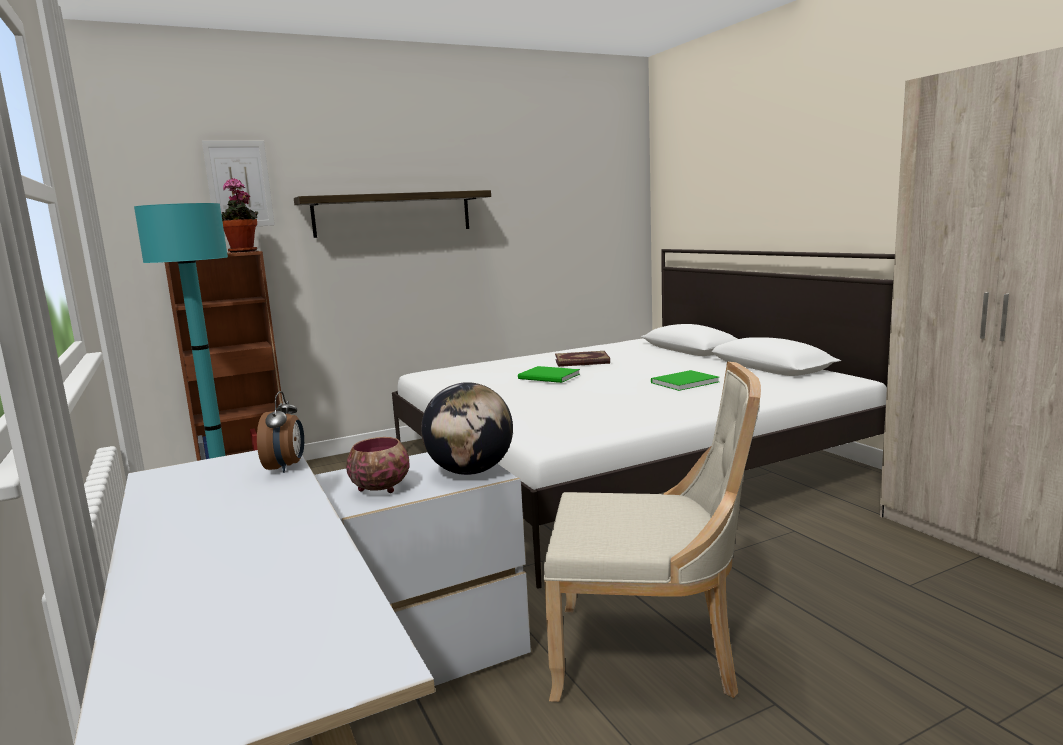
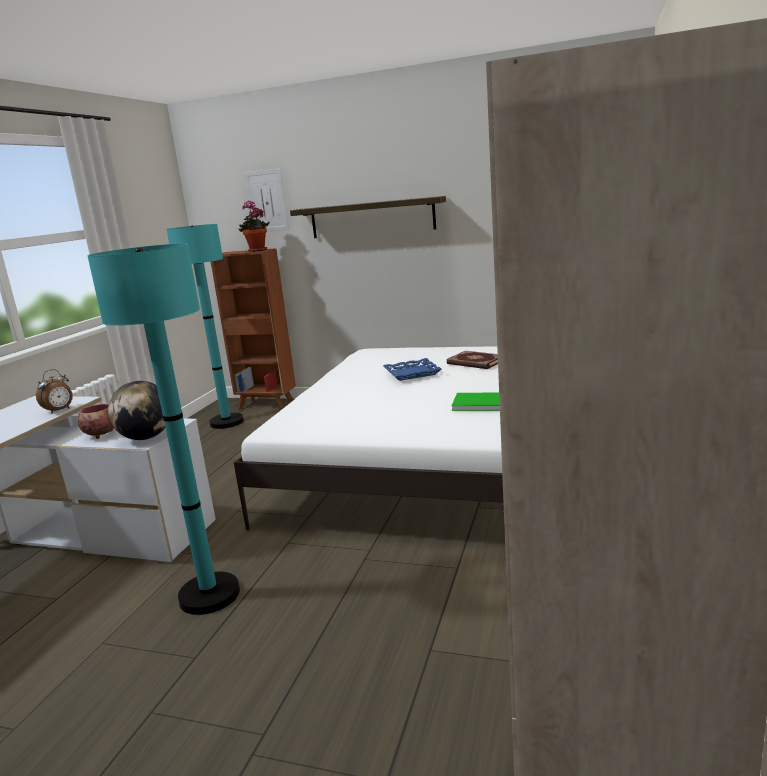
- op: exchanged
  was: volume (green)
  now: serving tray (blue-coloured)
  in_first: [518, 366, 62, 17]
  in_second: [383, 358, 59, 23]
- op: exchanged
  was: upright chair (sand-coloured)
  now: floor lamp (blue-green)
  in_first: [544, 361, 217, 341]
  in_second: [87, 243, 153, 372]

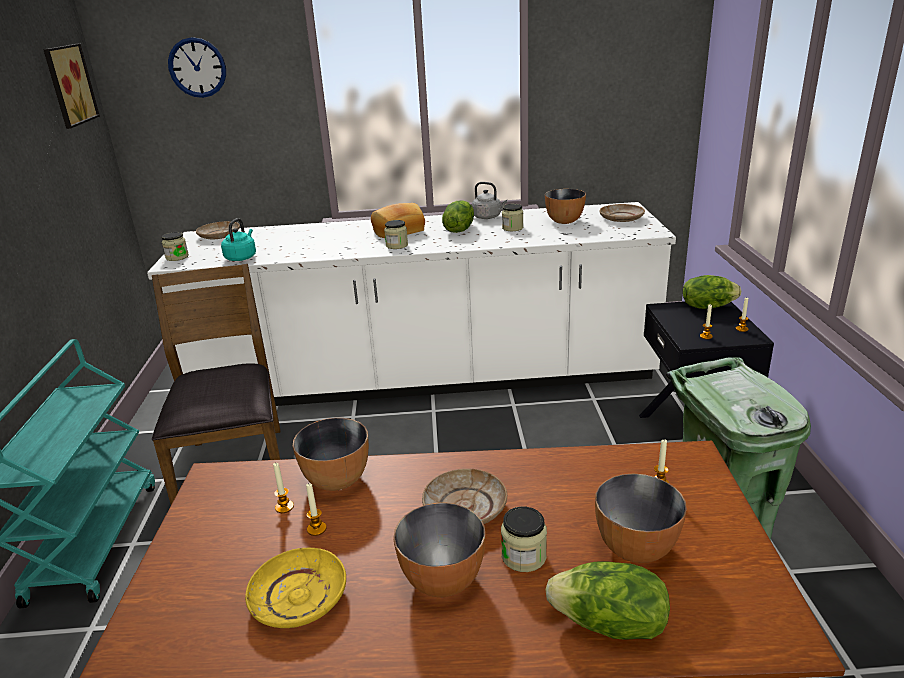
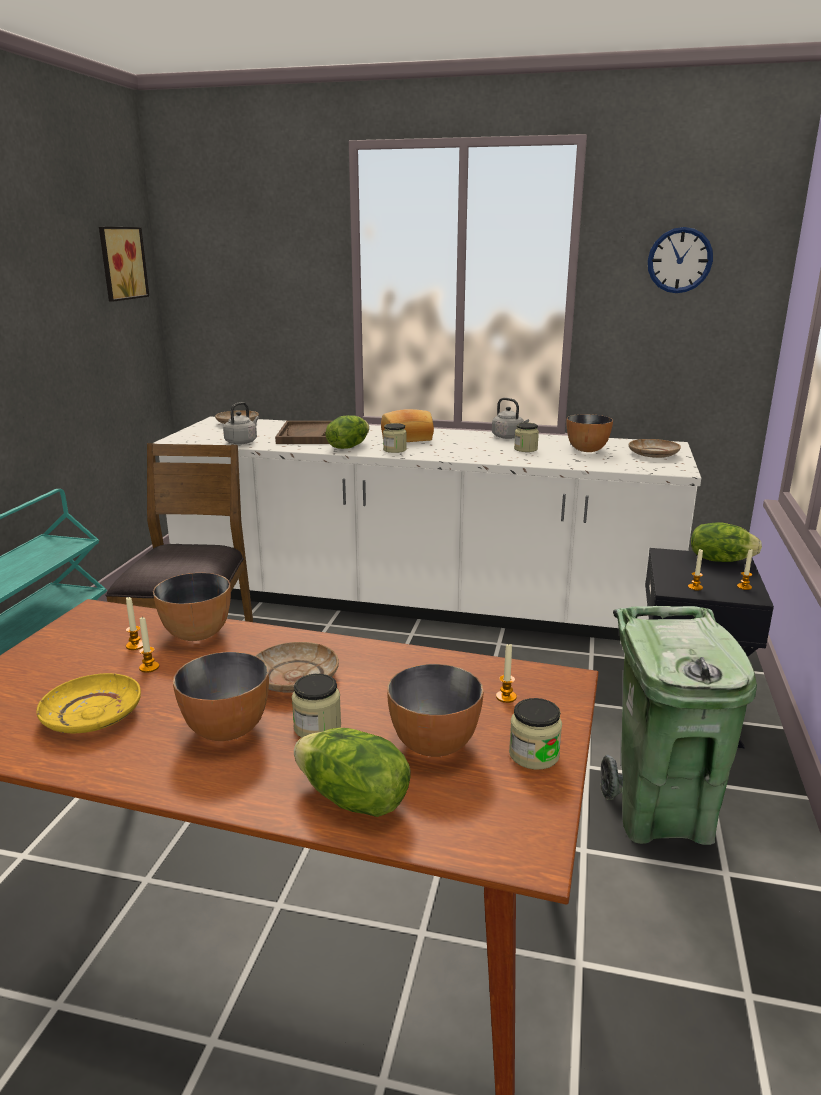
- op: appeared
  now: serving tray (brown-coloured)
  in_second: [275, 421, 57, 23]
- op: relocated
  was: jar
  in_first: [161, 232, 28, 29]
  in_second: [509, 698, 53, 72]
- op: relocated
  was: clock on the wall
  in_first: [168, 37, 58, 61]
  in_second: [648, 227, 65, 66]
- op: relocated
  was: head of lettuce
  in_first: [442, 200, 32, 33]
  in_second: [326, 415, 43, 34]
- op: colour
  was: kettle (blue-green)
  now: kettle (gray)
  in_first: [221, 218, 35, 43]
  in_second: [223, 402, 36, 43]

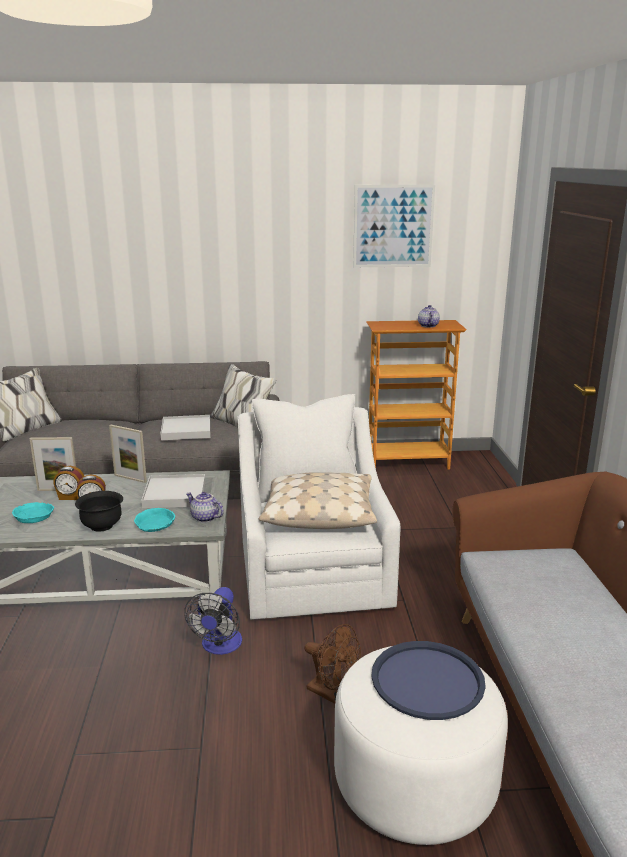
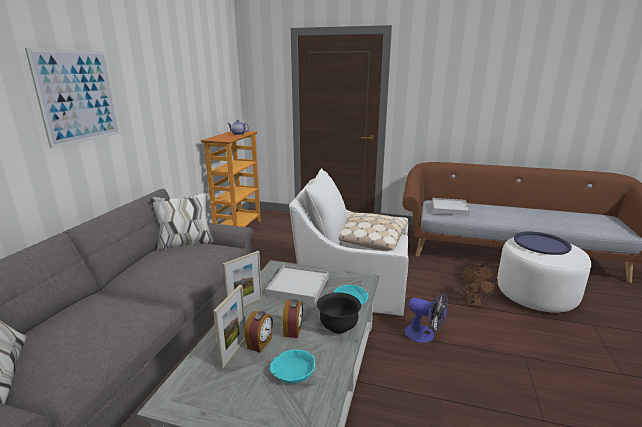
- op: missing
  was: teapot
  in_first: [186, 492, 38, 30]
- op: relocated
  was: serving tray (whitish)
  in_first: [160, 415, 50, 25]
  in_second: [432, 198, 38, 18]
- op: relocated
  was: picture
  in_first: [353, 185, 82, 82]
  in_second: [25, 48, 95, 100]
- op: spun
  was: fan (brown-coloured)
  in_first: [305, 624, 56, 80]
  in_second: [460, 264, 38, 43]
  clockwise: 135

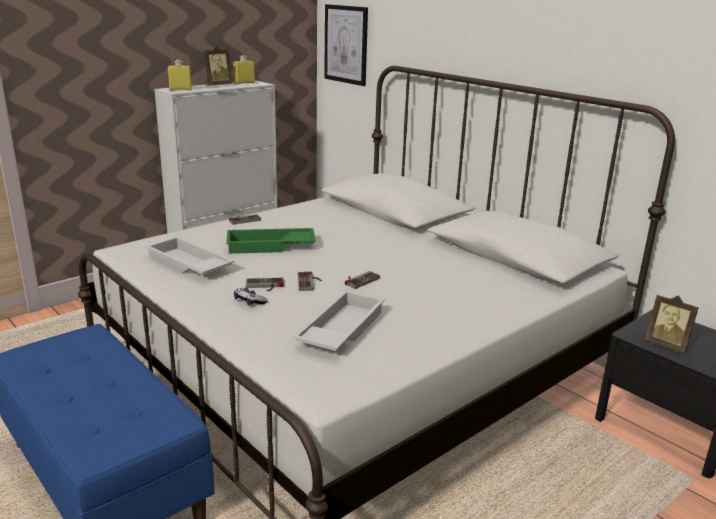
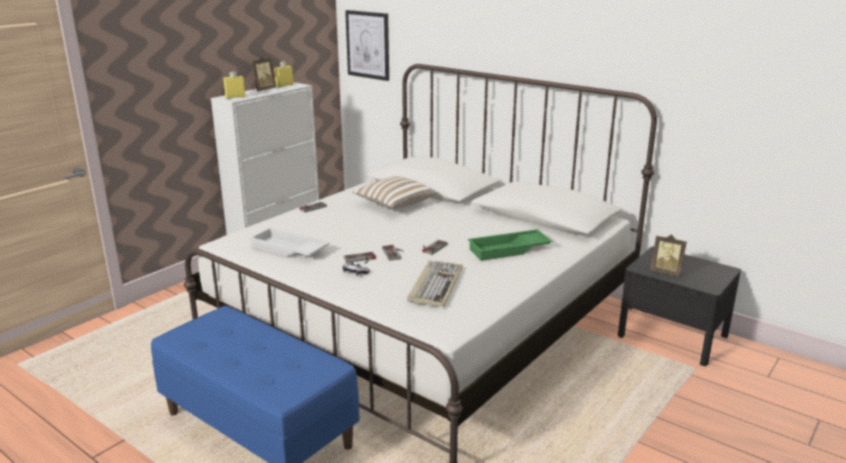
- op: appeared
  now: cushion
  in_second: [353, 176, 84, 33]
- op: relocated
  was: serving tray (green)
  in_first: [226, 228, 90, 26]
  in_second: [468, 229, 84, 32]
- op: exchanged
  was: serving tray (whitish)
  now: computer keyboard
  in_first: [293, 290, 92, 61]
  in_second: [407, 260, 56, 47]

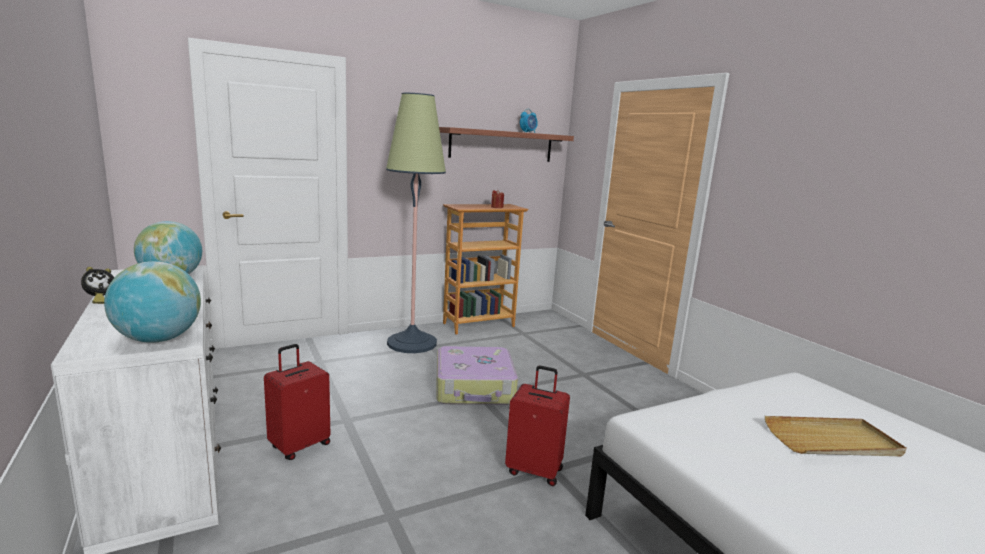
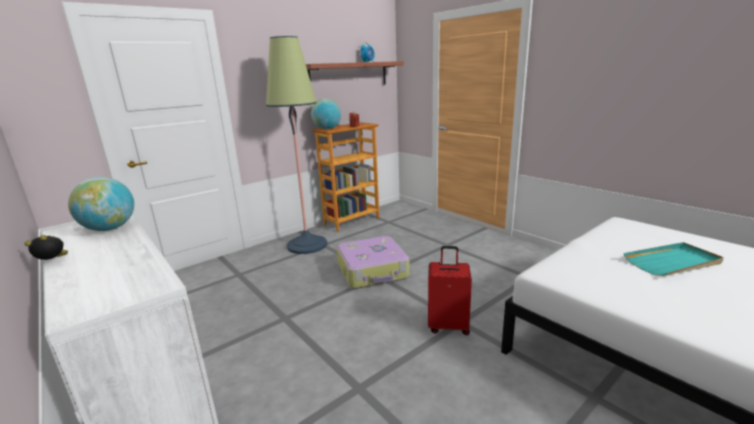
- op: missing
  was: piece of luggage (reddish)
  in_first: [264, 344, 66, 116]
- op: relocated
  was: globe
  in_first: [104, 261, 97, 82]
  in_second: [311, 99, 30, 30]
- op: colour
  was: serving tray (sand-coloured)
  now: serving tray (blue-green)
  in_first: [765, 416, 141, 40]
  in_second: [624, 242, 100, 34]
- op: spun
  was: alarm clock
  in_first: [81, 267, 33, 37]
  in_second: [24, 235, 44, 25]
  clockwise: -135

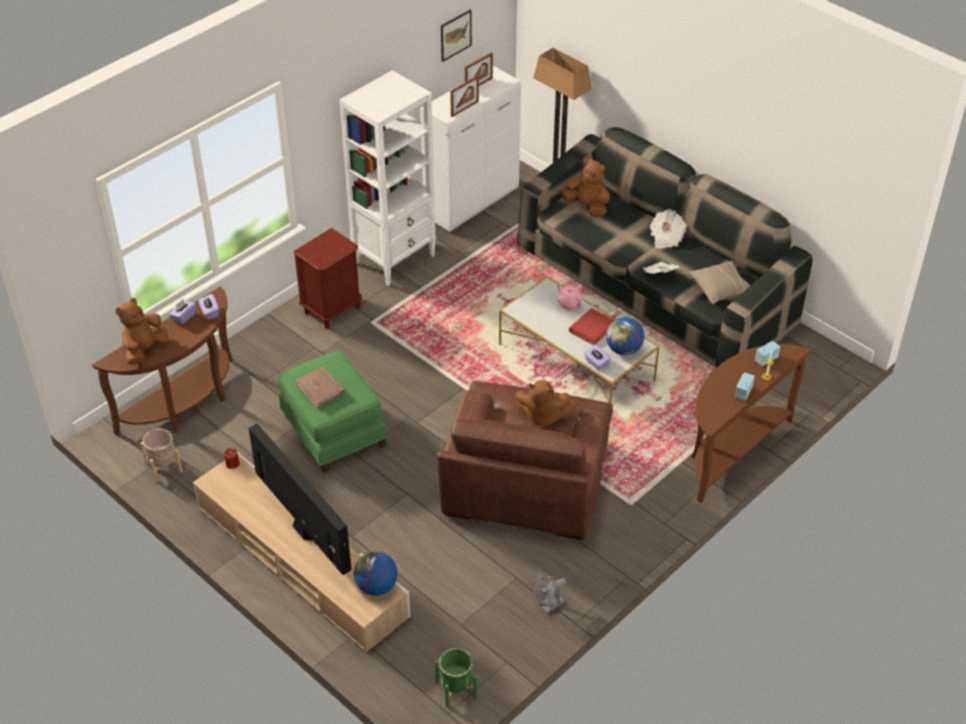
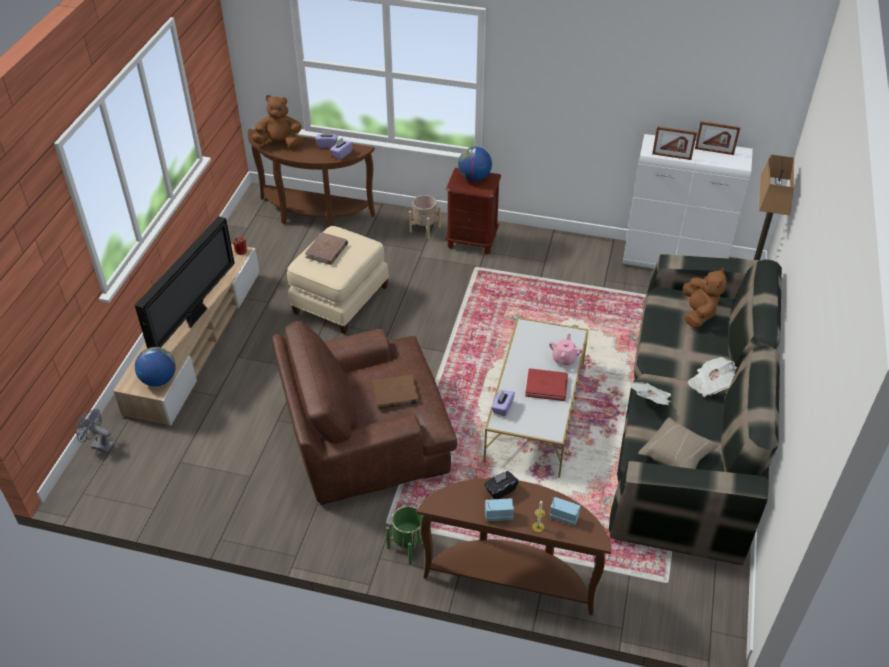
- op: missing
  was: bookcase (whitish)
  in_first: [339, 70, 97, 216]
- op: missing
  was: picture
  in_first: [441, 10, 31, 52]
- op: appeared
  now: tissue box (black)
  in_second: [484, 471, 35, 28]
- op: relocated
  was: flower pot (sand-coloured)
  in_first: [140, 429, 42, 53]
  in_second: [409, 195, 32, 44]
- op: relocated
  was: flower pot (green)
  in_first: [435, 648, 42, 59]
  in_second: [386, 506, 38, 59]
- op: relocated
  was: fan (gray)
  in_first: [532, 572, 34, 42]
  in_second: [76, 409, 38, 44]
- op: relocated
  was: globe
  in_first: [606, 317, 38, 38]
  in_second: [458, 147, 34, 34]
- op: exchanged
  was: cuddly toy (brown-coloured)
  now: volume (brown-coloured)
  in_first: [515, 380, 62, 49]
  in_second: [373, 374, 46, 35]
- op: colour
  was: ottoman (green)
  now: ottoman (sand-coloured)
  in_first: [278, 350, 109, 123]
  in_second: [287, 226, 102, 108]

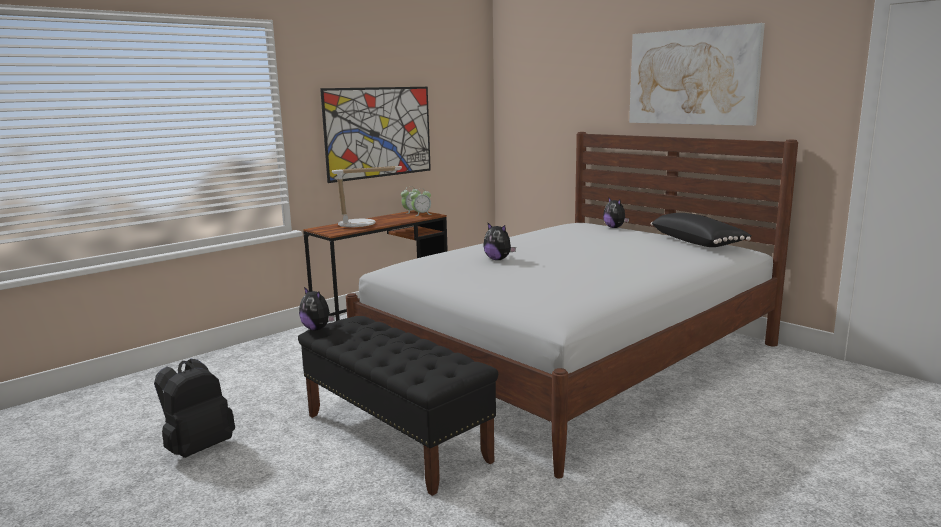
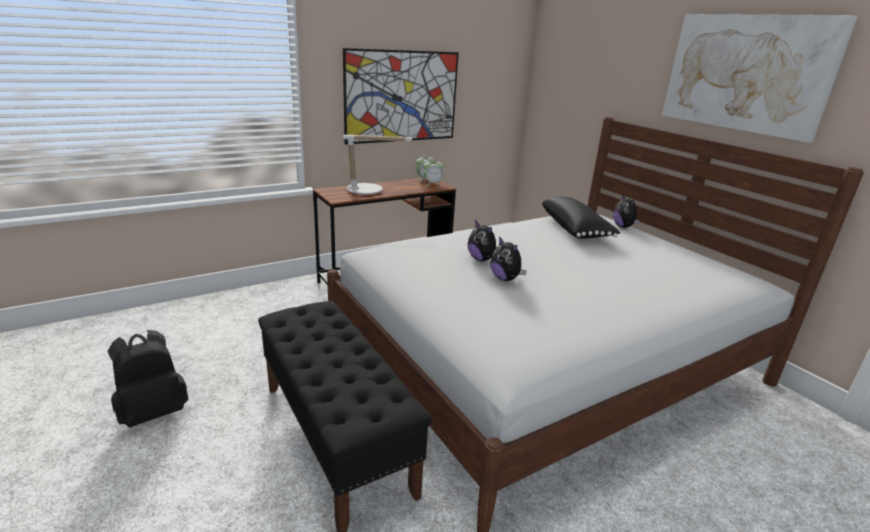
- op: relocated
  was: cuddly toy
  in_first: [299, 287, 36, 43]
  in_second: [490, 236, 37, 45]
- op: relocated
  was: cushion (black)
  in_first: [651, 213, 100, 34]
  in_second: [541, 196, 79, 43]

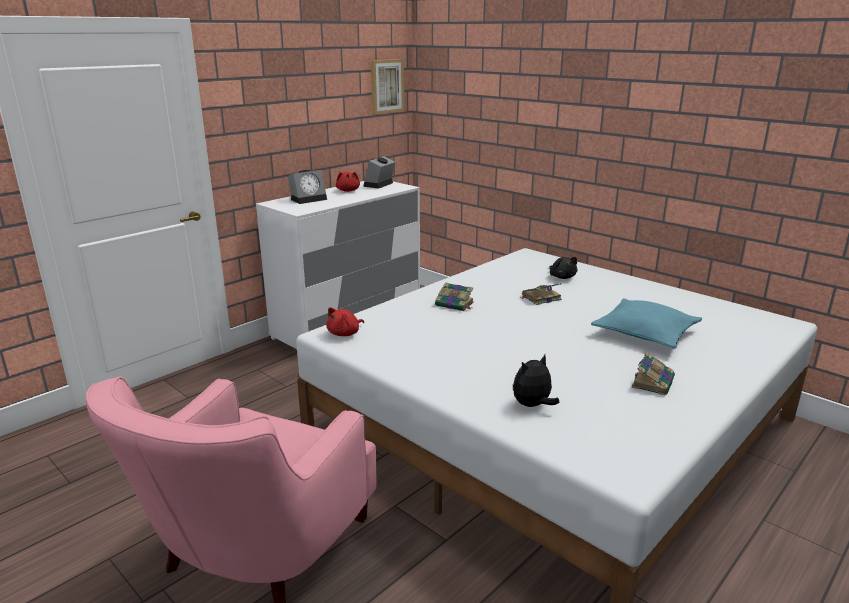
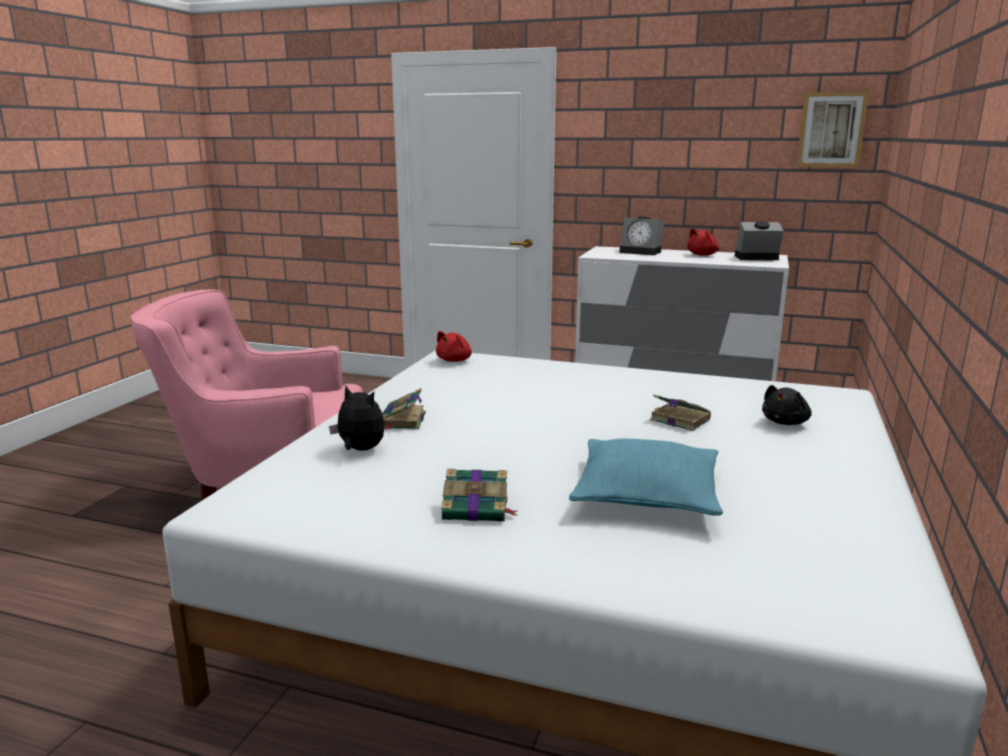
- op: relocated
  was: volume
  in_first: [435, 282, 39, 29]
  in_second: [382, 388, 44, 42]
- op: spun
  was: cuddly toy (reddish)
  in_first: [326, 307, 38, 29]
  in_second: [436, 331, 36, 31]
  clockwise: -75

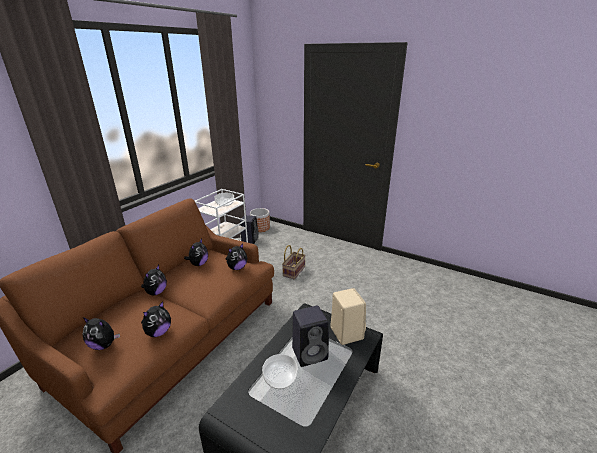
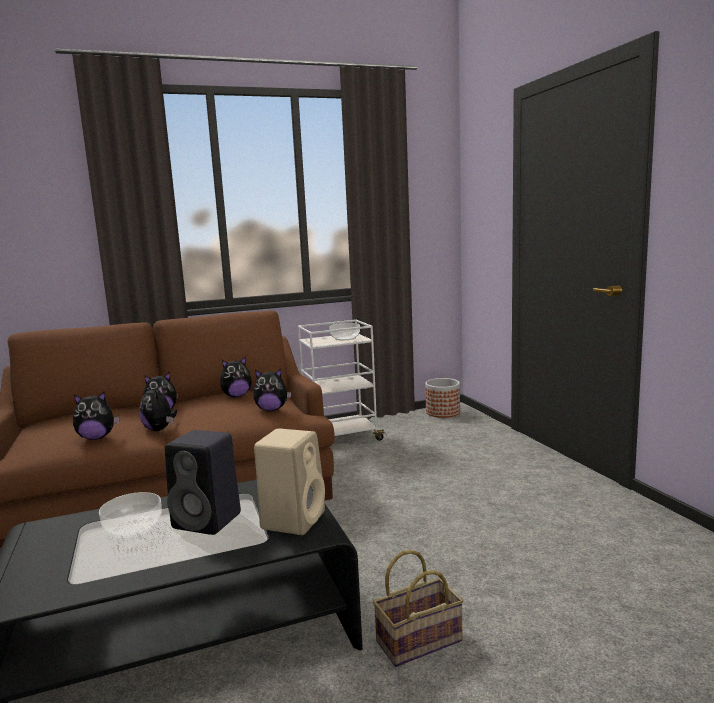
- op: missing
  was: loudspeaker (black)
  in_first: [240, 215, 18, 29]
- op: relocated
  was: cuddly toy
  in_first: [83, 317, 37, 33]
  in_second: [139, 385, 38, 46]
- op: relocated
  was: household basket
  in_first: [282, 245, 24, 35]
  in_second: [373, 550, 90, 117]

